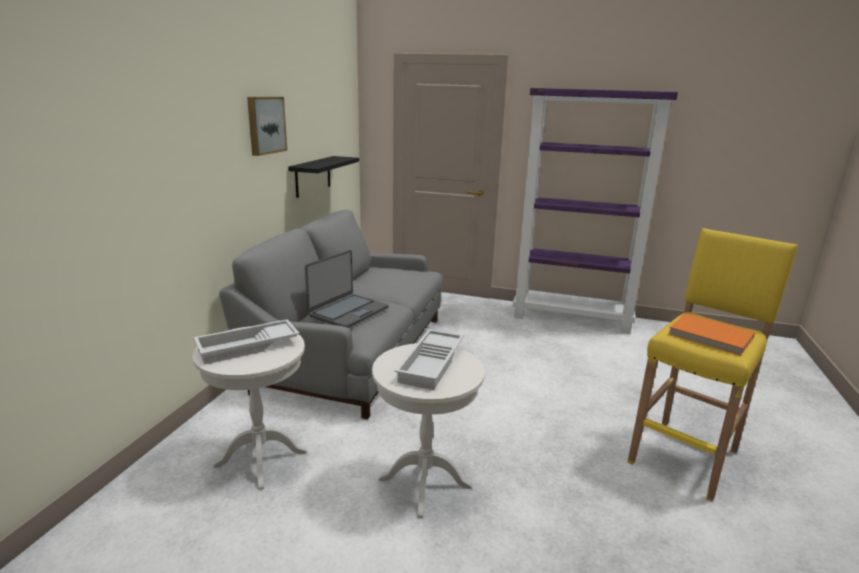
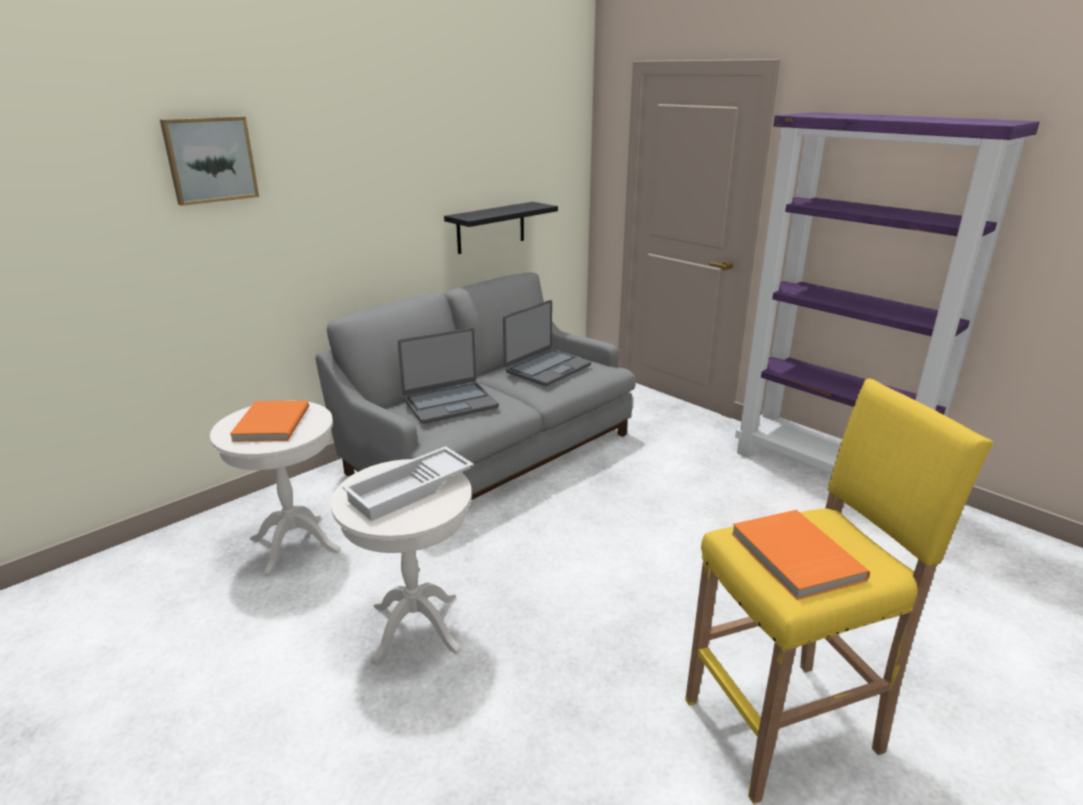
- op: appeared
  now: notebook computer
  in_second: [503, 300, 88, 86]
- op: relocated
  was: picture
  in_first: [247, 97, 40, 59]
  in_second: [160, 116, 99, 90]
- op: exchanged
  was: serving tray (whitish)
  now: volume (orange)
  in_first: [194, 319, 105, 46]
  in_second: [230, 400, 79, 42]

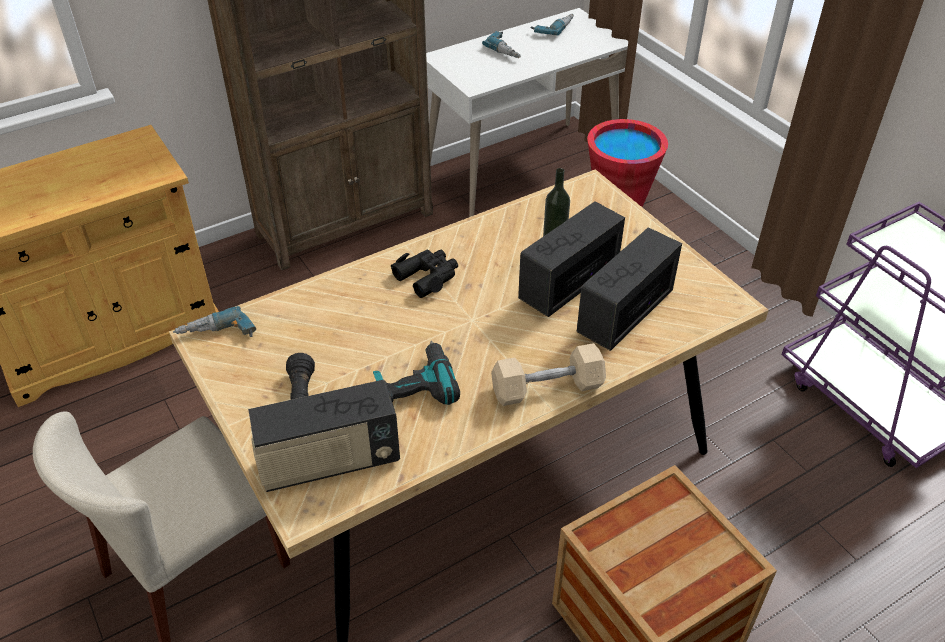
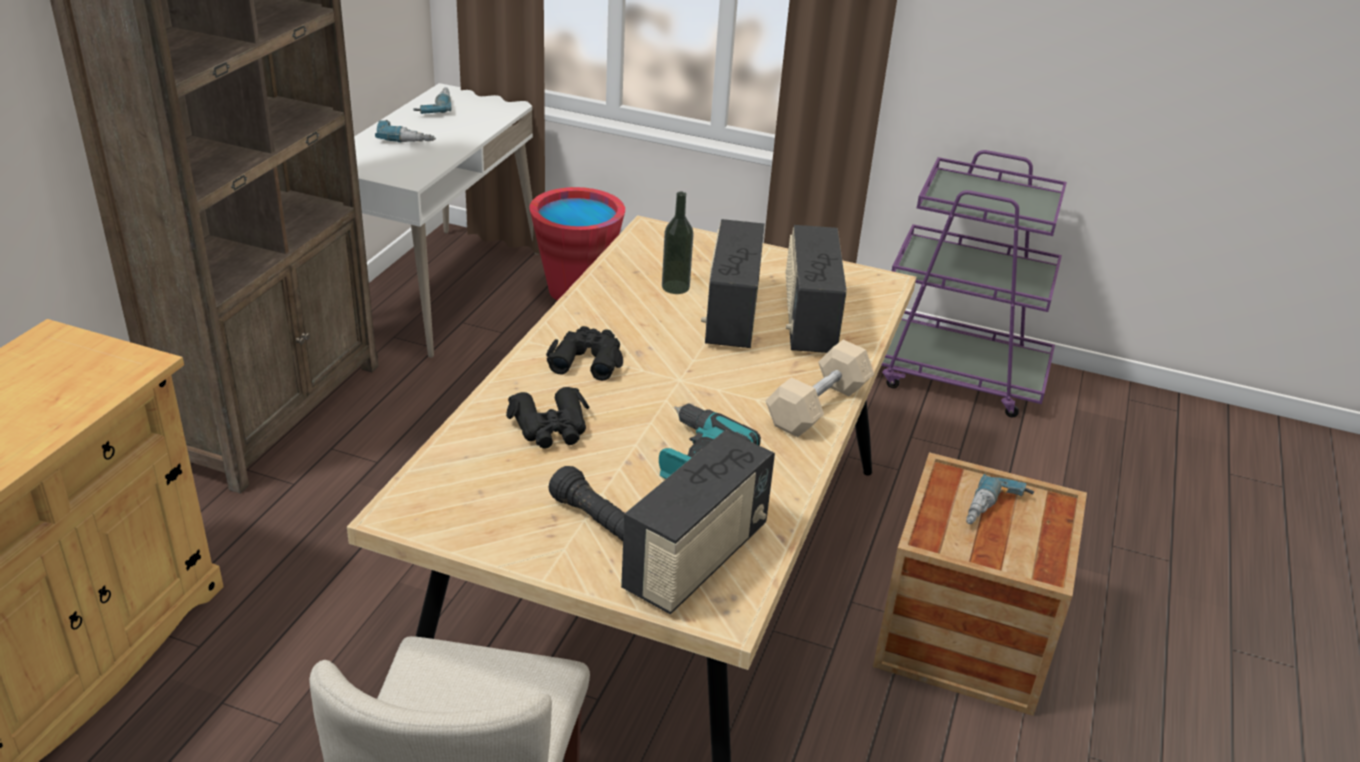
- op: appeared
  now: field glasses (black)
  in_second: [506, 387, 83, 61]
- op: relocated
  was: electric drill
  in_first: [173, 306, 83, 31]
  in_second: [966, 474, 68, 50]

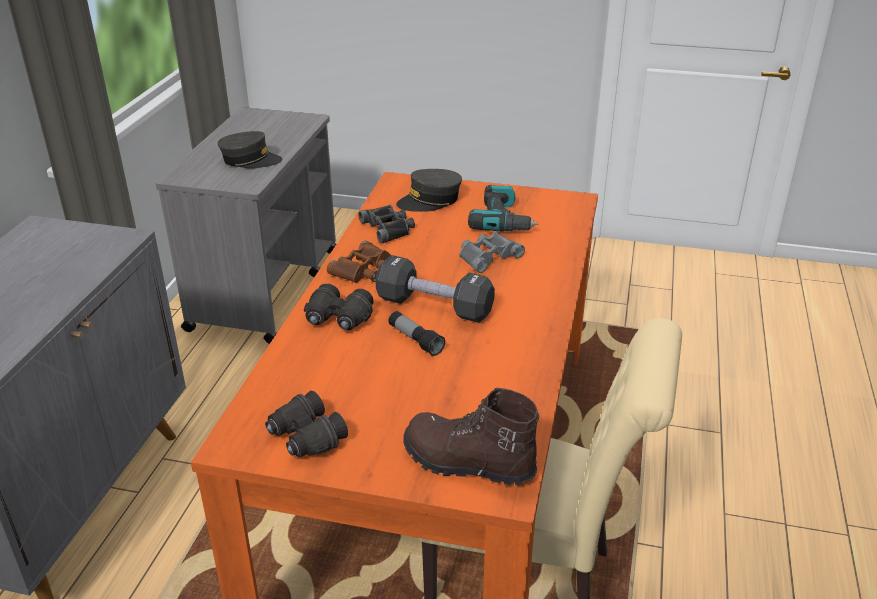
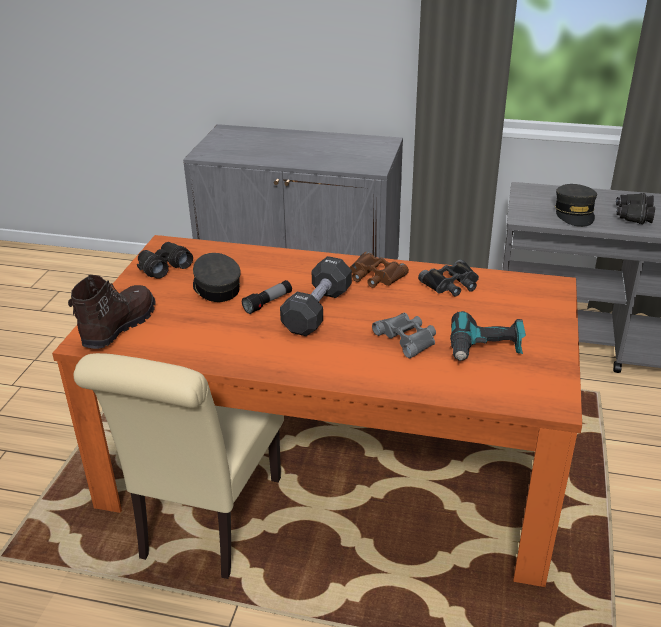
- op: relocated
  was: field glasses (black)
  in_first: [304, 284, 70, 46]
  in_second: [616, 193, 39, 32]
- op: relocated
  was: cap (gray)
  in_first: [396, 169, 66, 43]
  in_second: [193, 253, 48, 49]

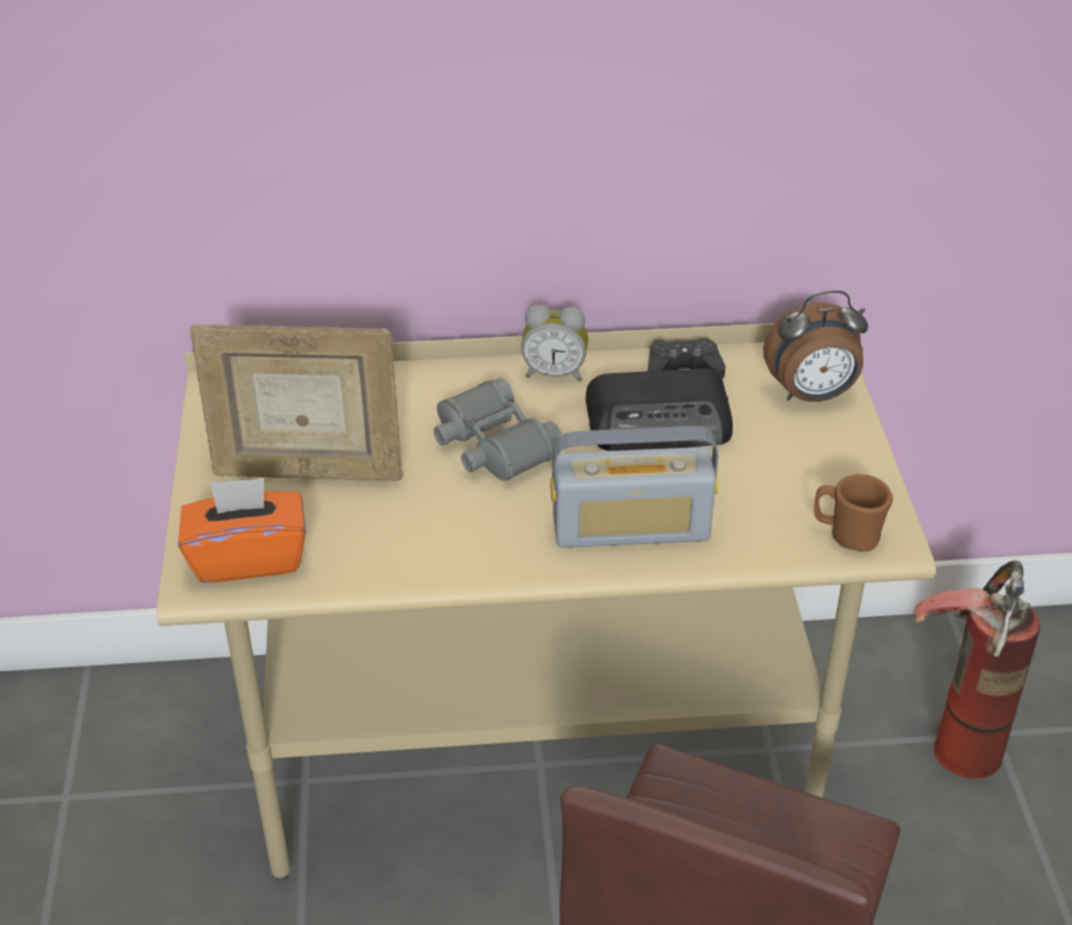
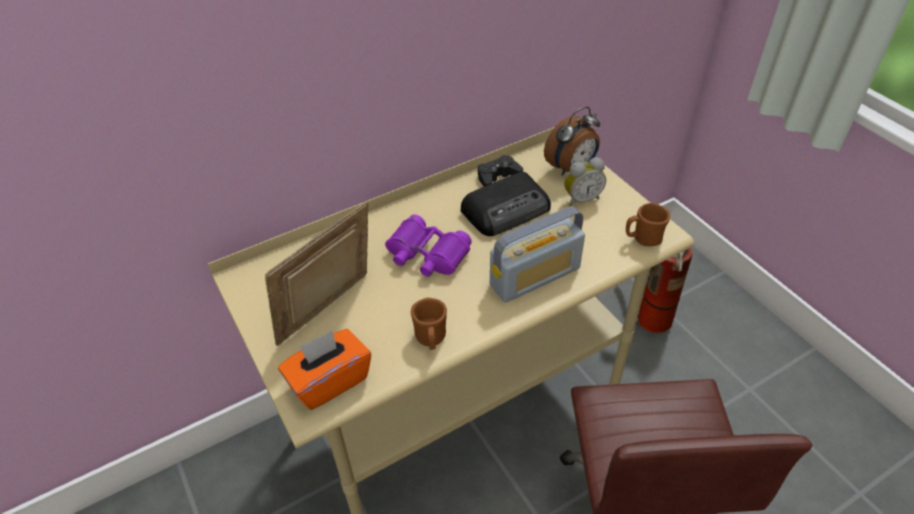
- op: appeared
  now: coffee mug (brown-coloured)
  in_second: [411, 298, 36, 52]
- op: relocated
  was: alarm clock
  in_first: [521, 304, 67, 78]
  in_second: [564, 157, 42, 50]
- op: colour
  was: field glasses (gray)
  now: field glasses (purple)
  in_first: [434, 378, 129, 103]
  in_second: [385, 214, 87, 63]
- op: spun
  was: picture frame
  in_first: [190, 324, 213, 157]
  in_second: [265, 202, 103, 144]
  clockwise: 150

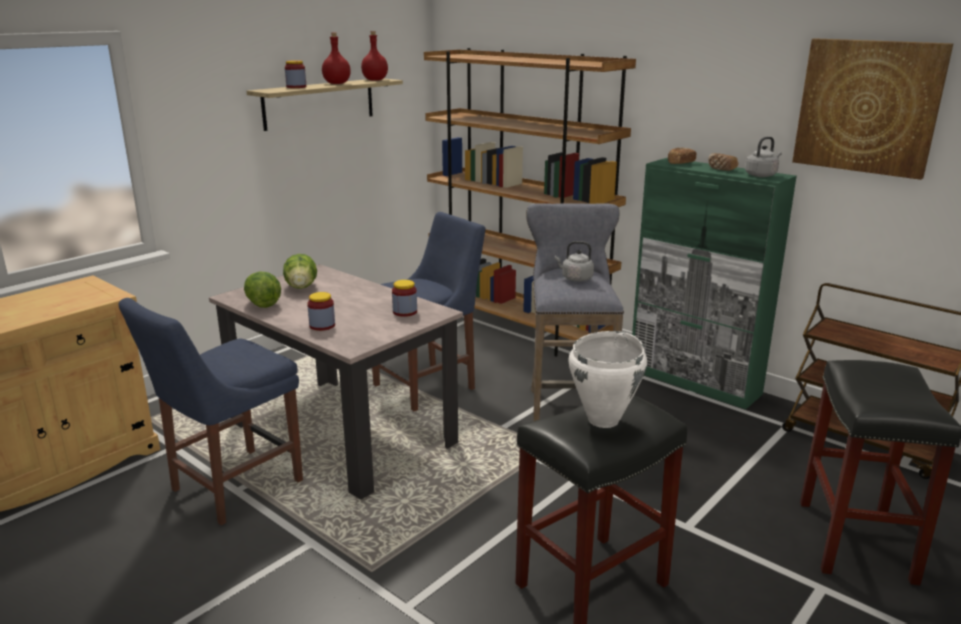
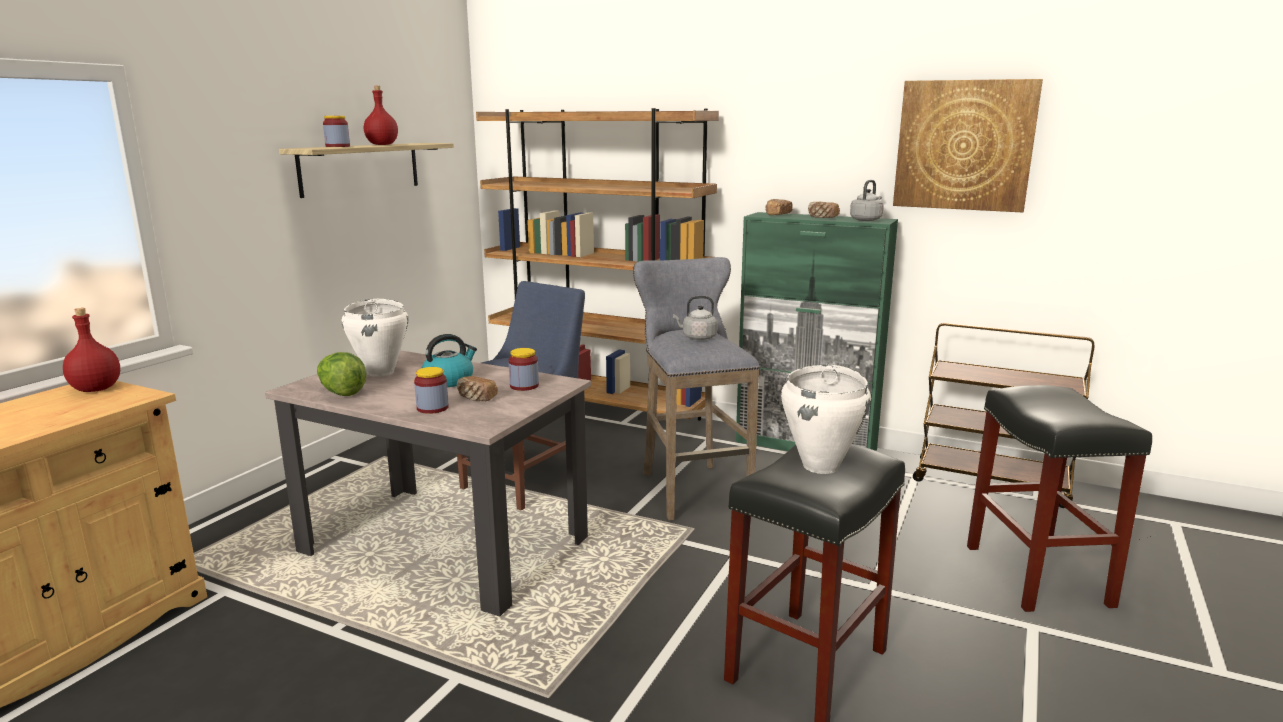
- op: missing
  was: upright chair (blue-coloured)
  in_first: [119, 298, 184, 228]
- op: appeared
  now: kettle
  in_second: [422, 334, 55, 53]
- op: appeared
  now: baked bread
  in_second: [457, 376, 41, 25]
- op: relocated
  was: bottle (reddish)
  in_first: [361, 31, 27, 50]
  in_second: [63, 308, 57, 84]
- op: exchanged
  was: head of lettuce
  now: cooking pot (whitish)
  in_first: [283, 254, 34, 35]
  in_second: [341, 299, 67, 78]

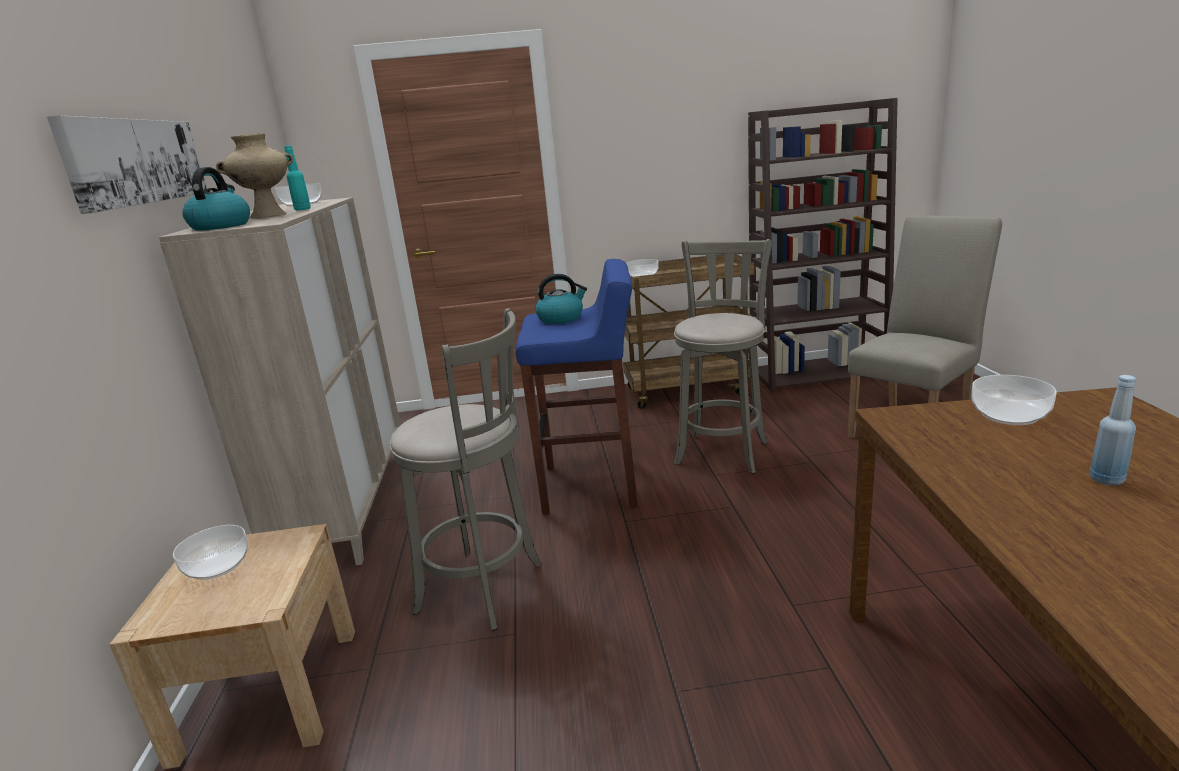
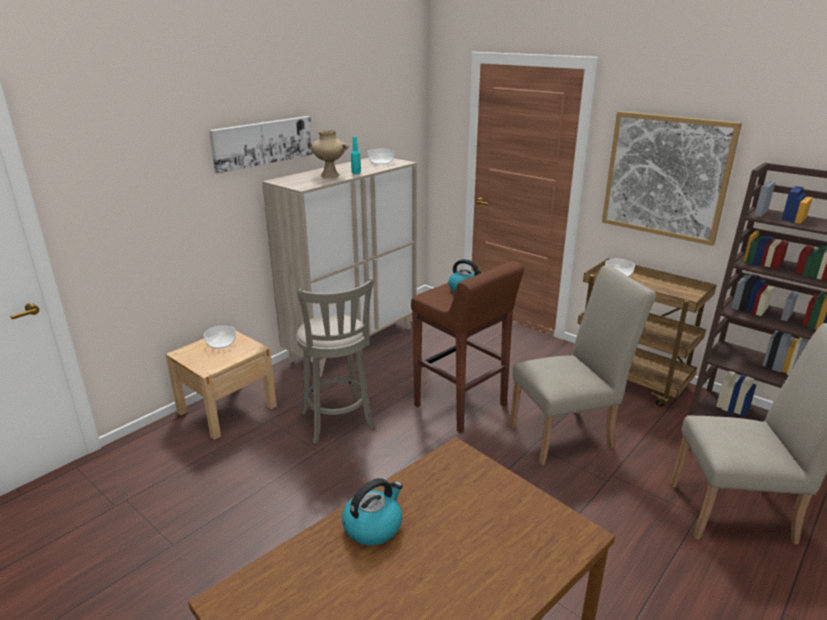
- op: missing
  was: deep dish
  in_first: [972, 375, 85, 50]
- op: missing
  was: bottle (blue-coloured)
  in_first: [1089, 375, 47, 111]
- op: appeared
  now: picture
  in_second: [602, 111, 140, 135]
- op: relocated
  was: kettle
  in_first: [182, 167, 68, 64]
  in_second: [342, 478, 61, 68]
- op: exchanged
  was: sitting stool (gray)
  now: upright chair (sand-coloured)
  in_first: [674, 239, 99, 235]
  in_second: [509, 266, 147, 200]
- op: colour
  was: sitting stool (blue-coloured)
  now: sitting stool (brown-coloured)
  in_first: [516, 259, 122, 256]
  in_second: [411, 261, 113, 172]

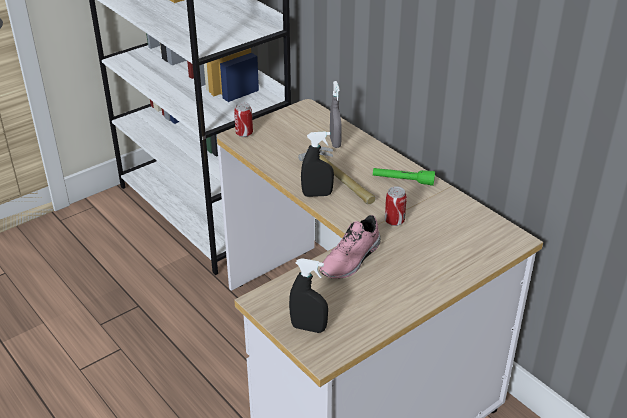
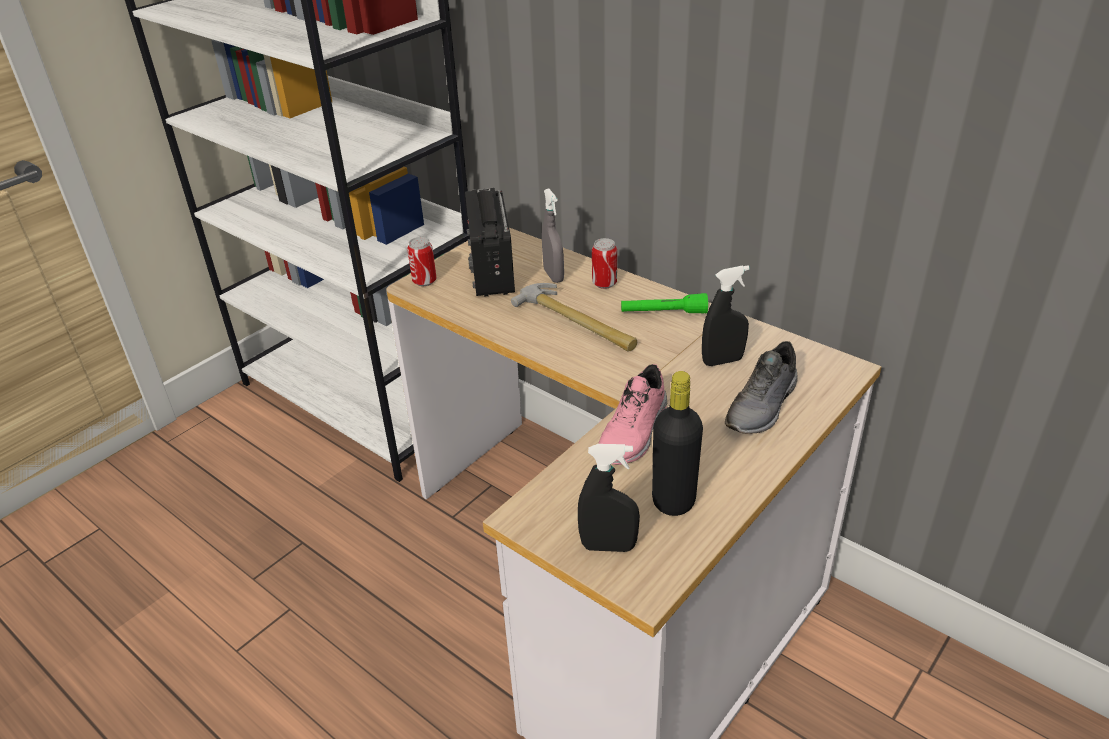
- op: appeared
  now: radio
  in_second: [465, 188, 50, 109]
- op: appeared
  now: bottle (black)
  in_second: [652, 371, 51, 145]
- op: appeared
  now: item of footwear (gray)
  in_second: [725, 341, 73, 93]
- op: relocated
  was: sprayer (black)
  in_first: [301, 131, 33, 66]
  in_second: [702, 265, 48, 101]
- op: relocated
  was: metal can
  in_first: [385, 186, 22, 40]
  in_second: [592, 238, 25, 51]

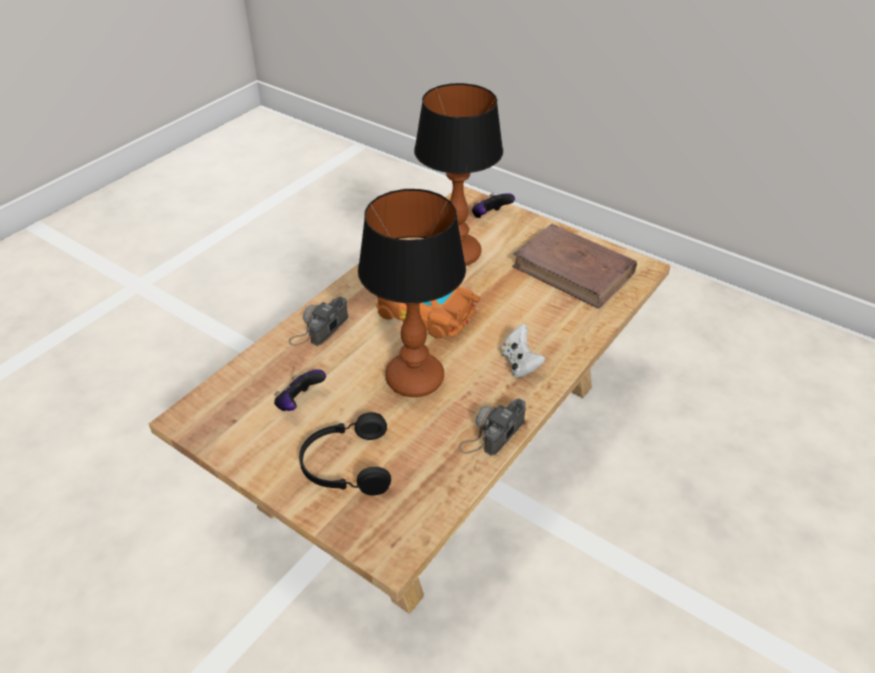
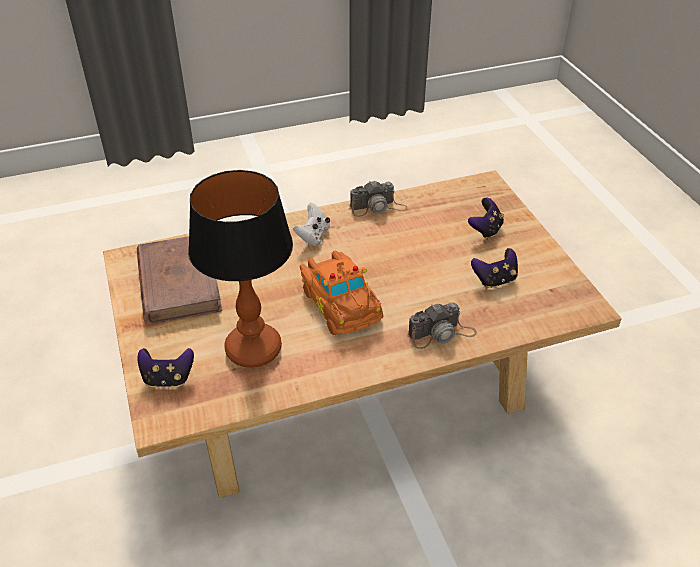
- op: missing
  was: table lamp
  in_first: [358, 189, 108, 208]
- op: exchanged
  was: headphones (black)
  now: joypad
  in_first: [299, 412, 92, 84]
  in_second: [468, 198, 36, 41]

